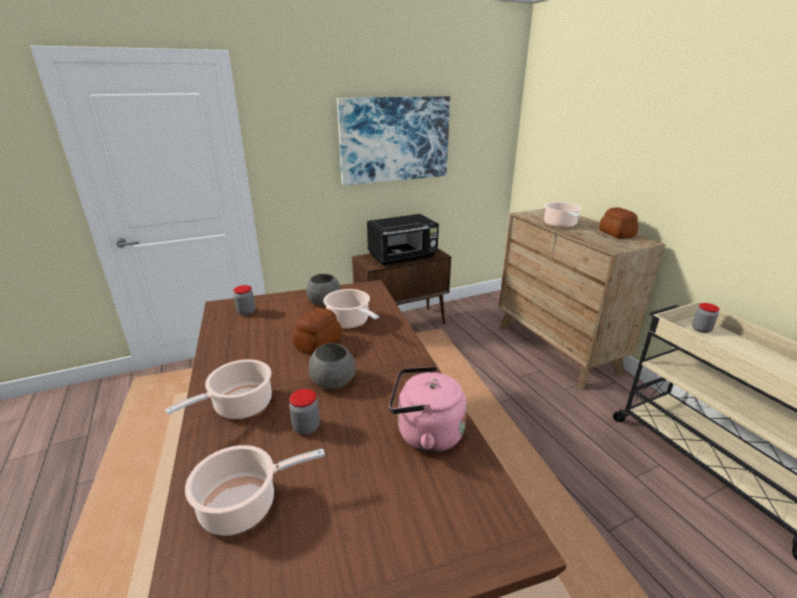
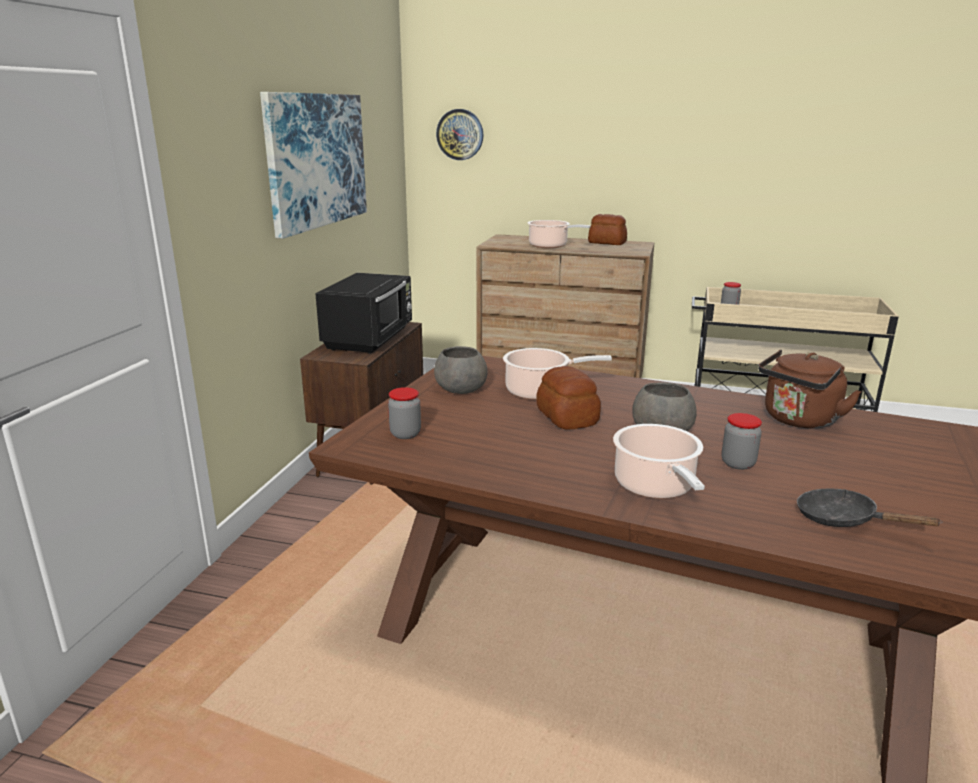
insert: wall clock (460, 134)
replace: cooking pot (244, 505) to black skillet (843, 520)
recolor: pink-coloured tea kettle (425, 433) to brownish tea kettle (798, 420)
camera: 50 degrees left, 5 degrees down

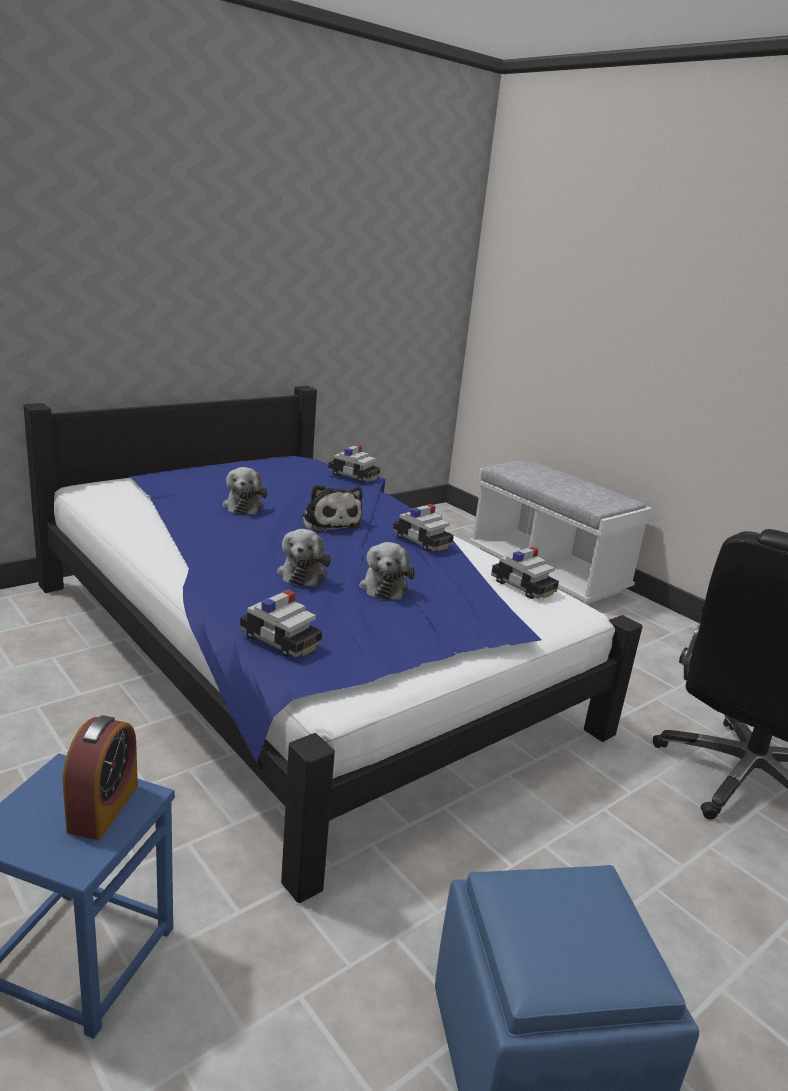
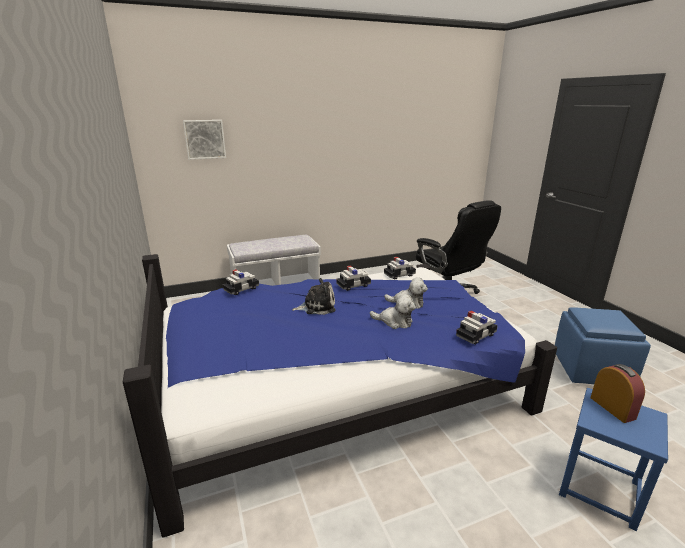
delete: plush toy (243, 506)
insert: wall picture (204, 139)
rotate: alarm clock (103, 808) = (612, 408) 45 degrees clockwise
camera: 70 degrees left, 0 degrees up

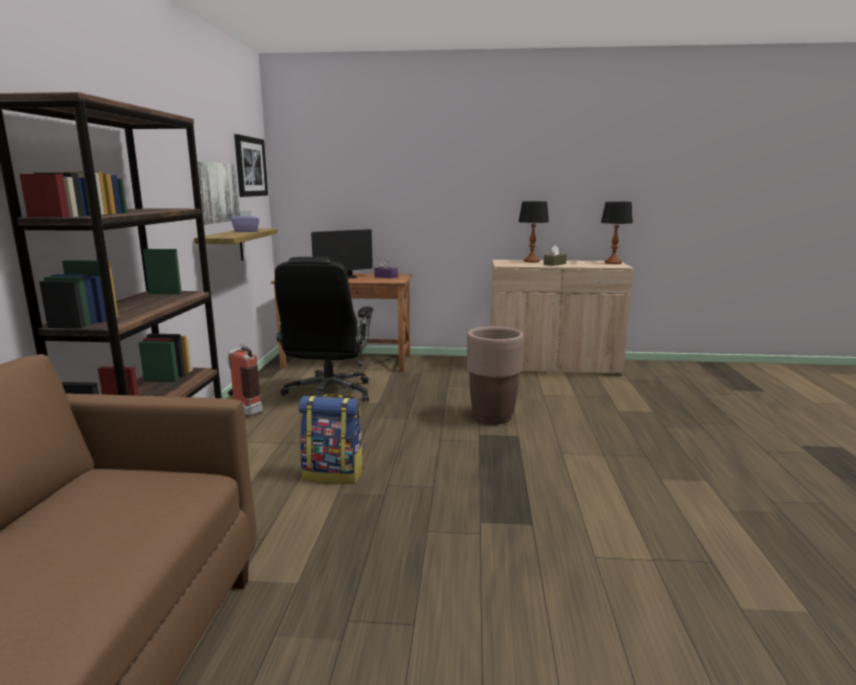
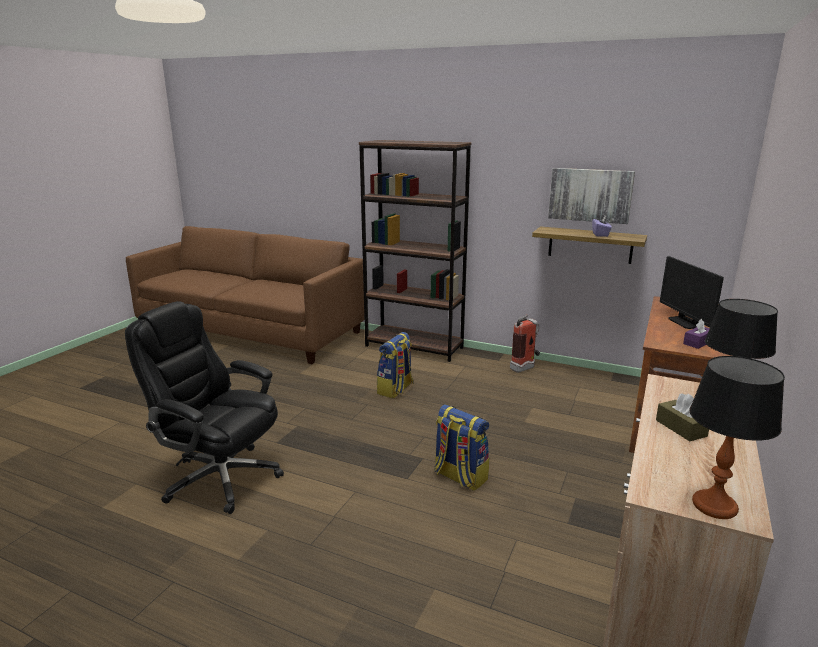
delete: wall picture (250, 167)
move: black computer chair (328, 394) to (220, 477)
replace: brownish planter (492, 417) to rucksack (459, 477)
camera: 110 degrees right, 5 degrees up

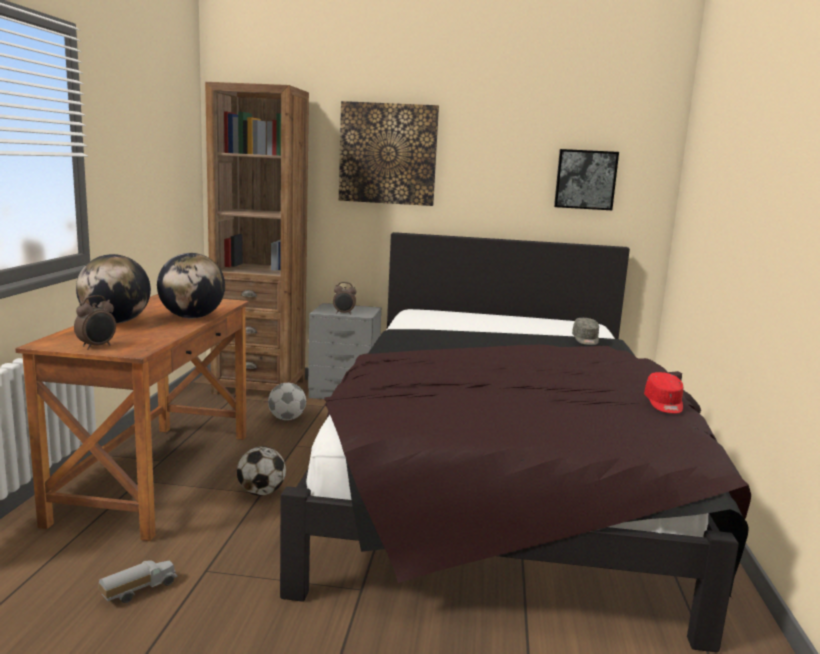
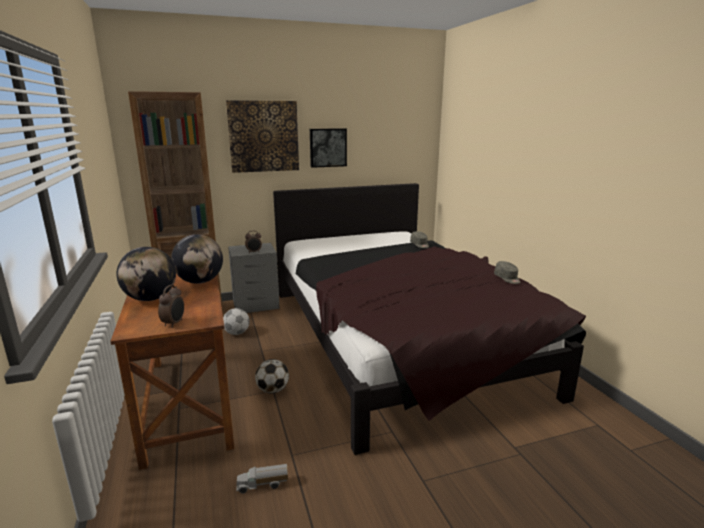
move: wall picture (585, 179) to (327, 147)
recolor: red peaked cap (664, 404) to gray peaked cap (507, 278)
rotate: toy truck (139, 590) = (262, 485) 120 degrees counterclockwise
camera: 25 degrees left, 5 degrees up

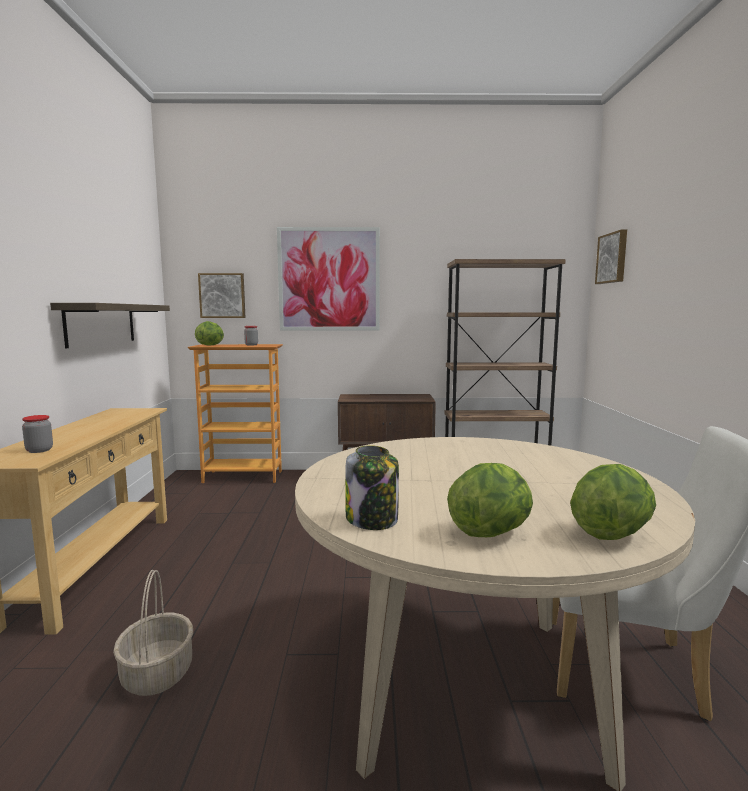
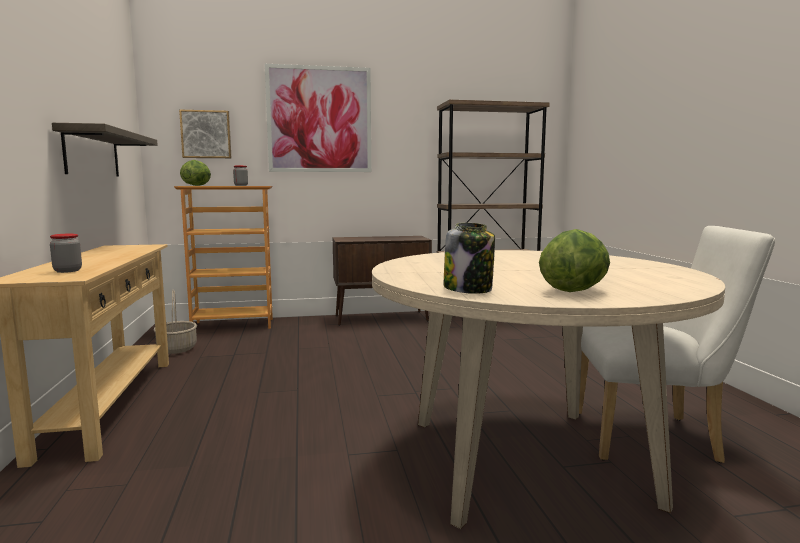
delete: lettuce head (611, 533); wall picture (613, 258)
move: basket (157, 673) to (176, 348)
camera: 10 degrees left, 0 degrees up

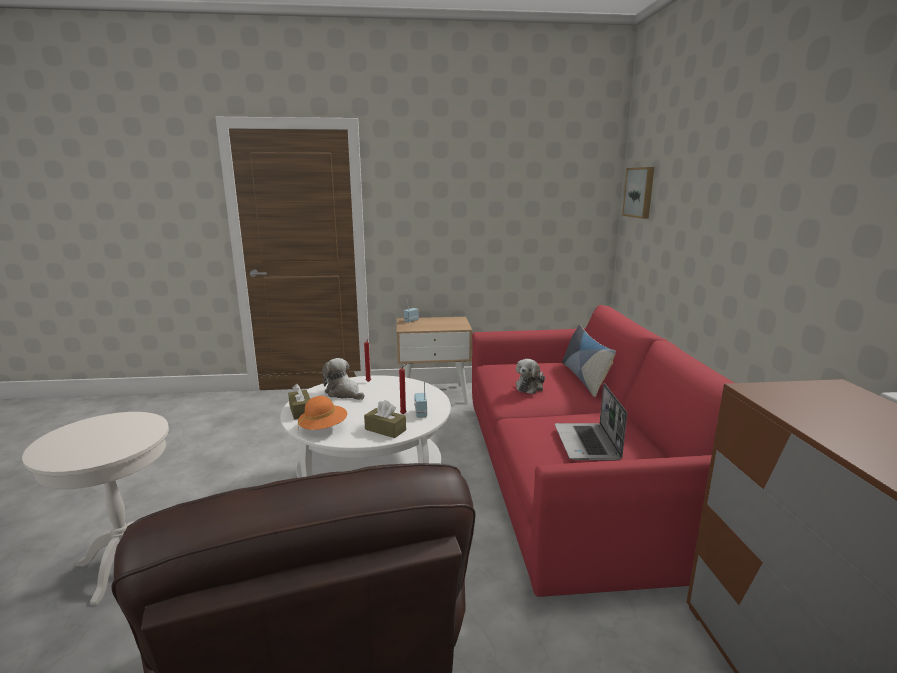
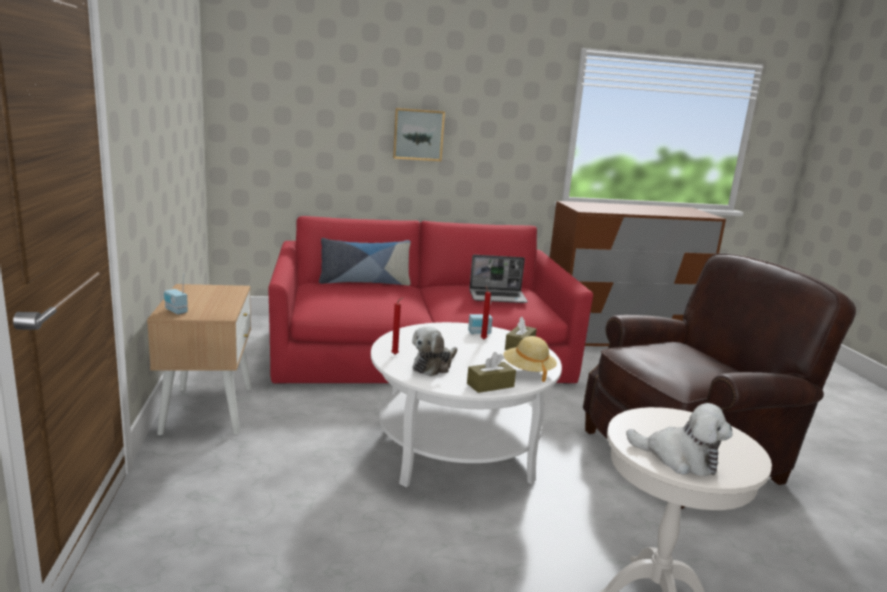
move: plush toy (530, 386) to (679, 459); wall picture (640, 192) to (418, 134)
recolor: orangey wearable hat (323, 428) to sand-coloured wearable hat (528, 371)
camera: 95 degrees left, 0 degrees up

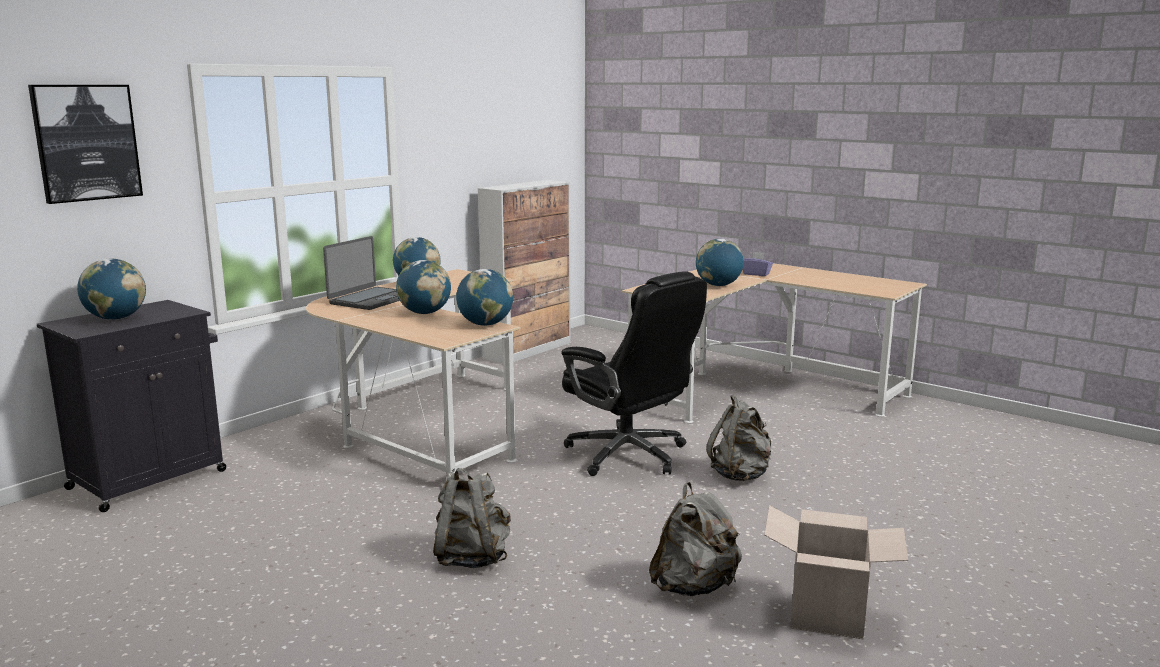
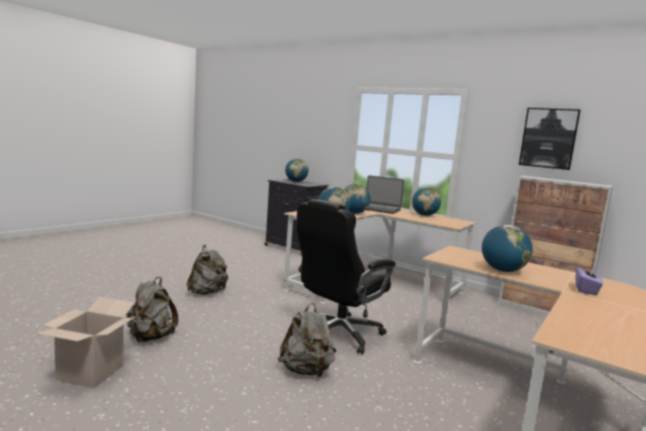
move: wall picture (86, 142) to (548, 138)
camera: 85 degrees right, 5 degrees down

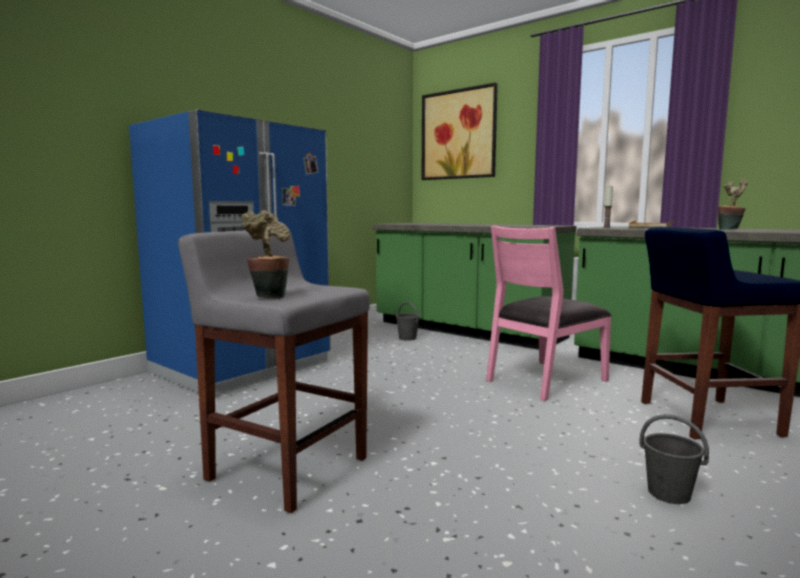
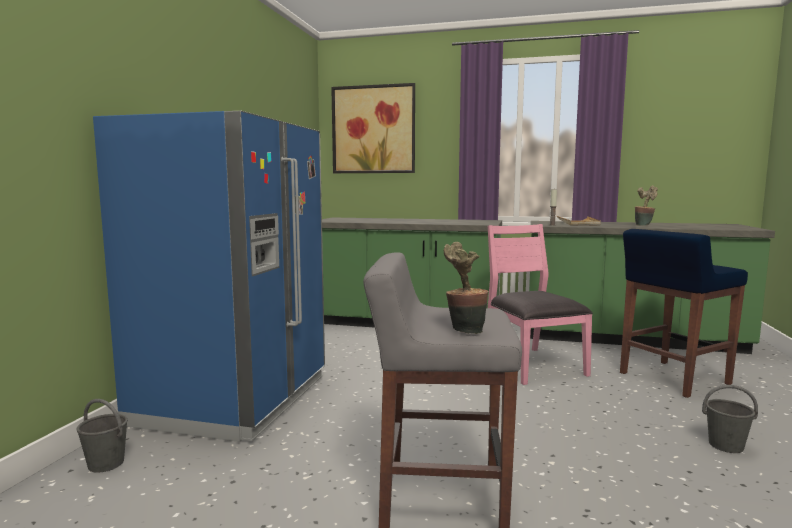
move: gray water bucket (407, 338) to (106, 464)
rotate: pink-coloured upright chair (544, 380) = (531, 364) 135 degrees clockwise
camera: 25 degrees left, 0 degrees up

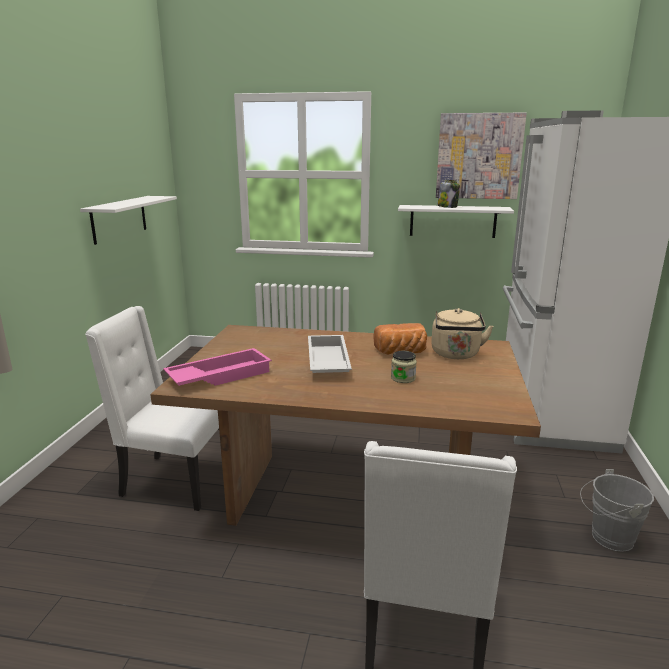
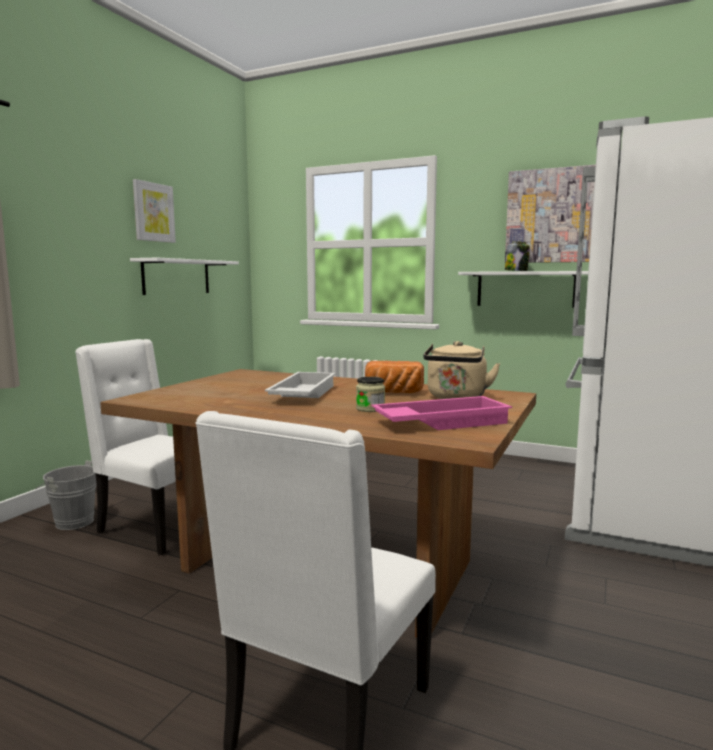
insert: wall picture (153, 212)
move: pink-coloured carrying tray (219, 375) to (441, 422); gray water bucket (607, 537) to (71, 522)
camera: 15 degrees right, 10 degrees down

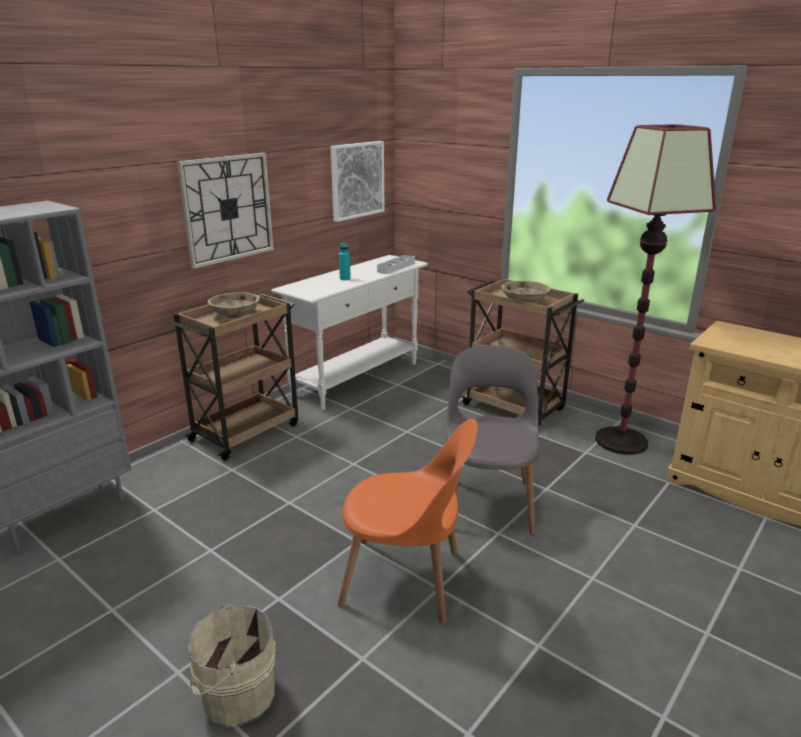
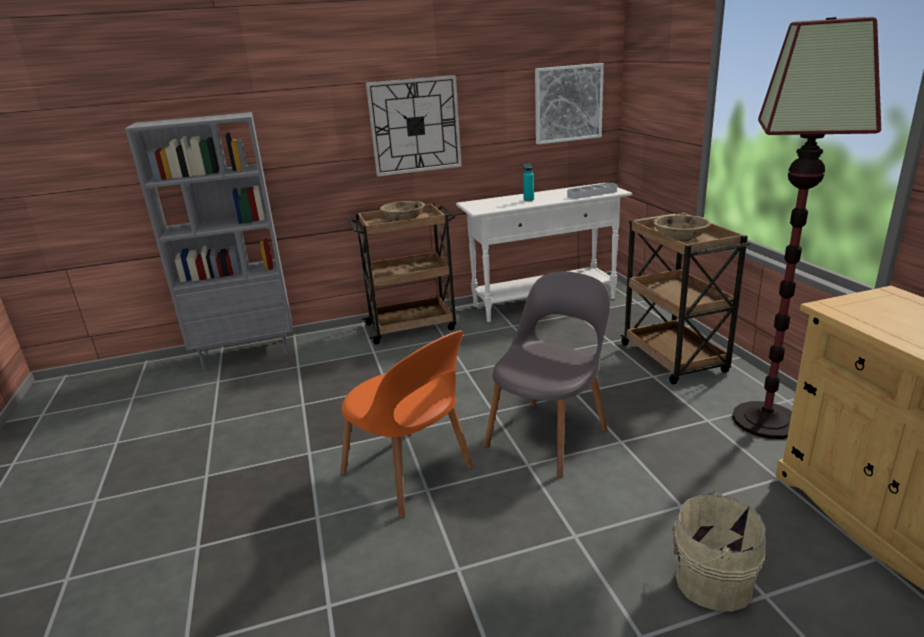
move: sand-coloured water bucket (235, 693) to (709, 580)
camera: 35 degrees right, 0 degrees up

